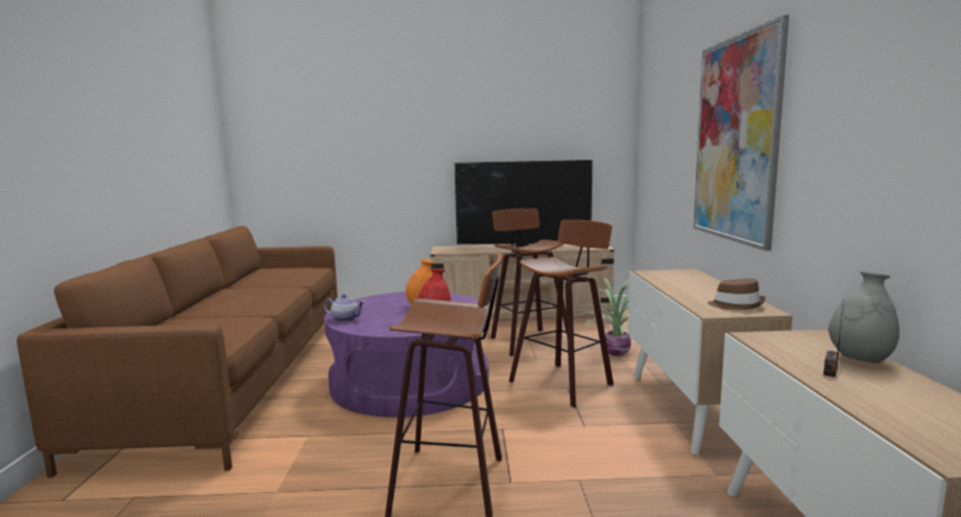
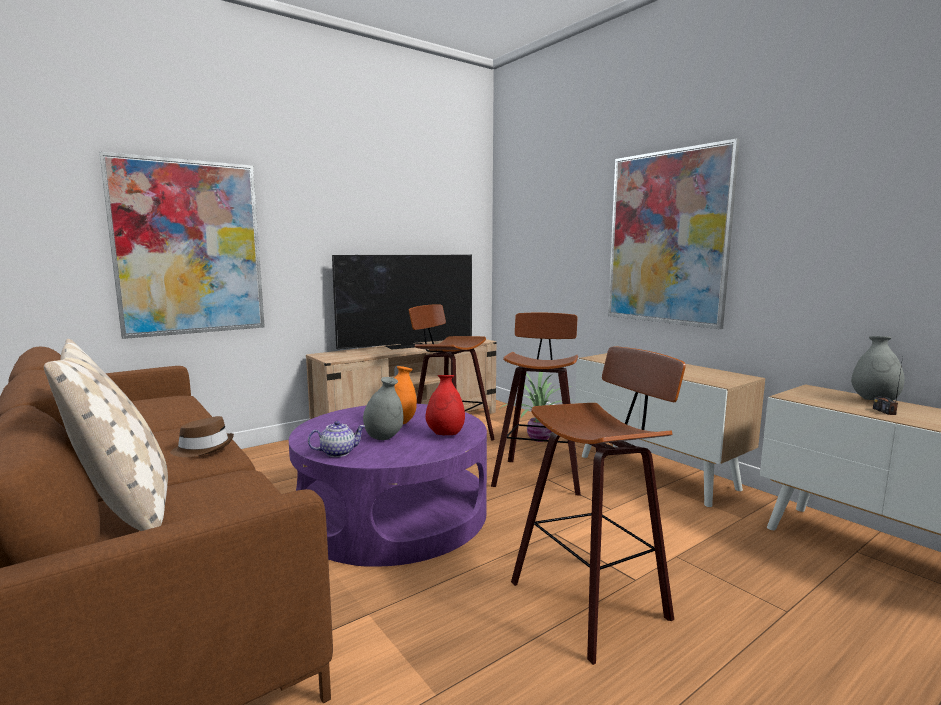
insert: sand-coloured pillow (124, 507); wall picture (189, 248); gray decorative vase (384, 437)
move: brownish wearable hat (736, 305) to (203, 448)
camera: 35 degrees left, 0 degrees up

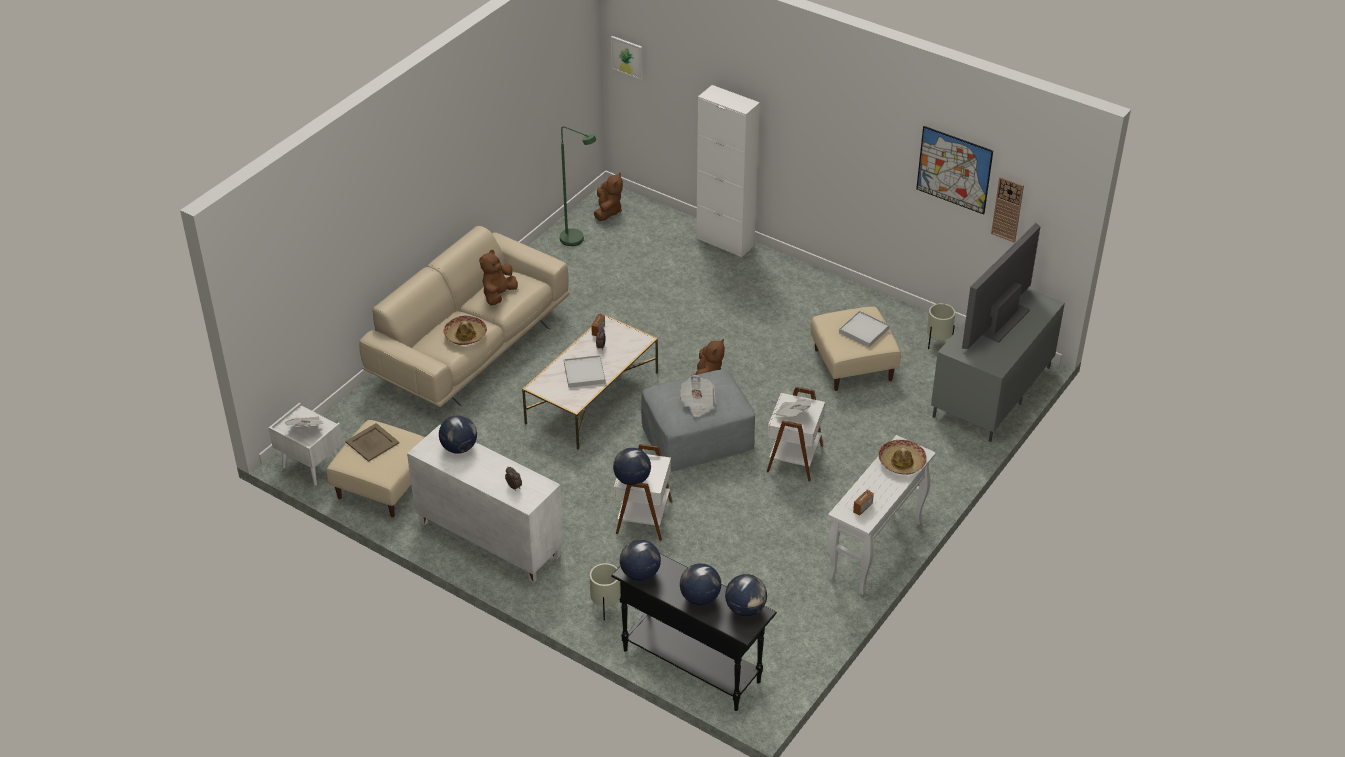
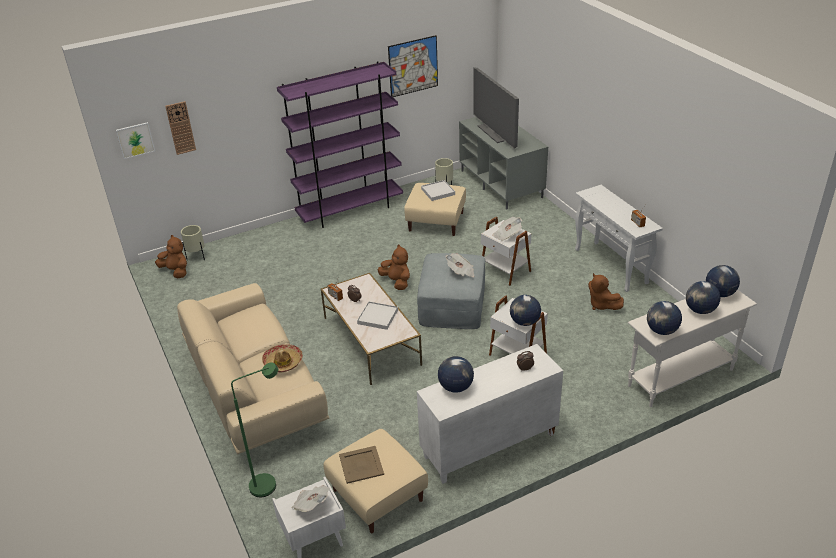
delete: white-coloured storage cabinet (725, 242); wearable hat (901, 462)
insert: purple shelving unit (350, 210)
move: brownish plush toy (498, 295) to (601, 305); greenish standing lamp (577, 241) to (270, 483); sand-coloured planter (605, 608) to (196, 257); wall clock (1007, 209) to (180, 128)
recolor: black narrow table (691, 665) to white-coloured narrow table (680, 377)
camera: 60 degrees left, 5 degrees down

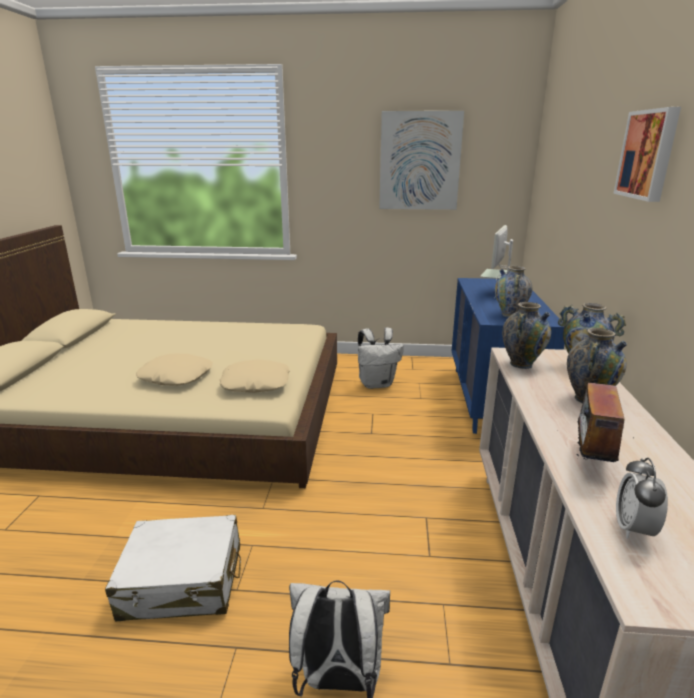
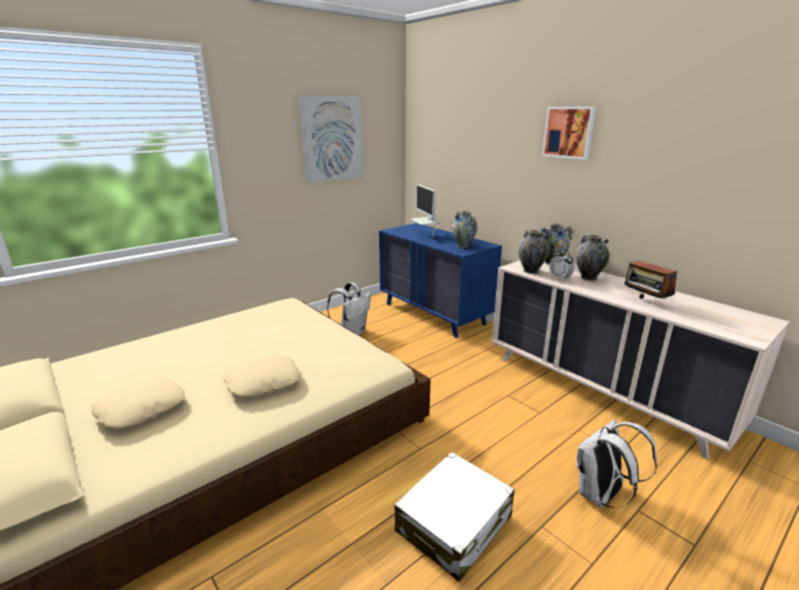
move: sand-coloured pillow (256, 383) to (141, 408); alarm clock (633, 529) to (559, 279)
camera: 45 degrees left, 0 degrees up

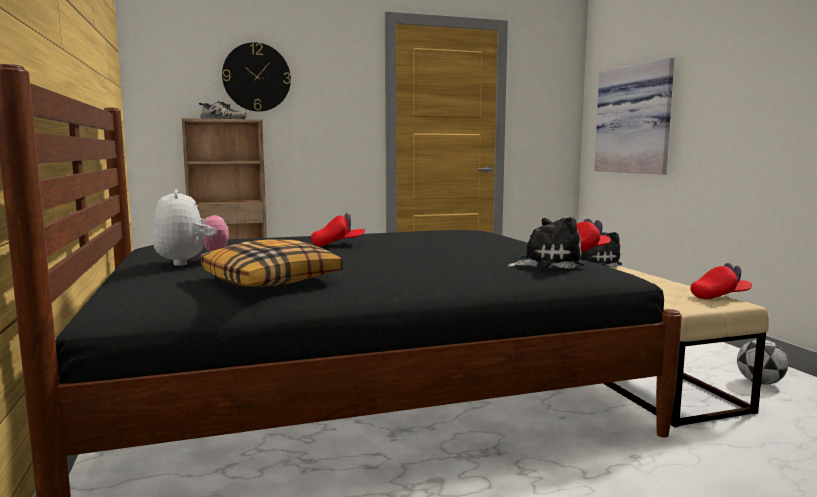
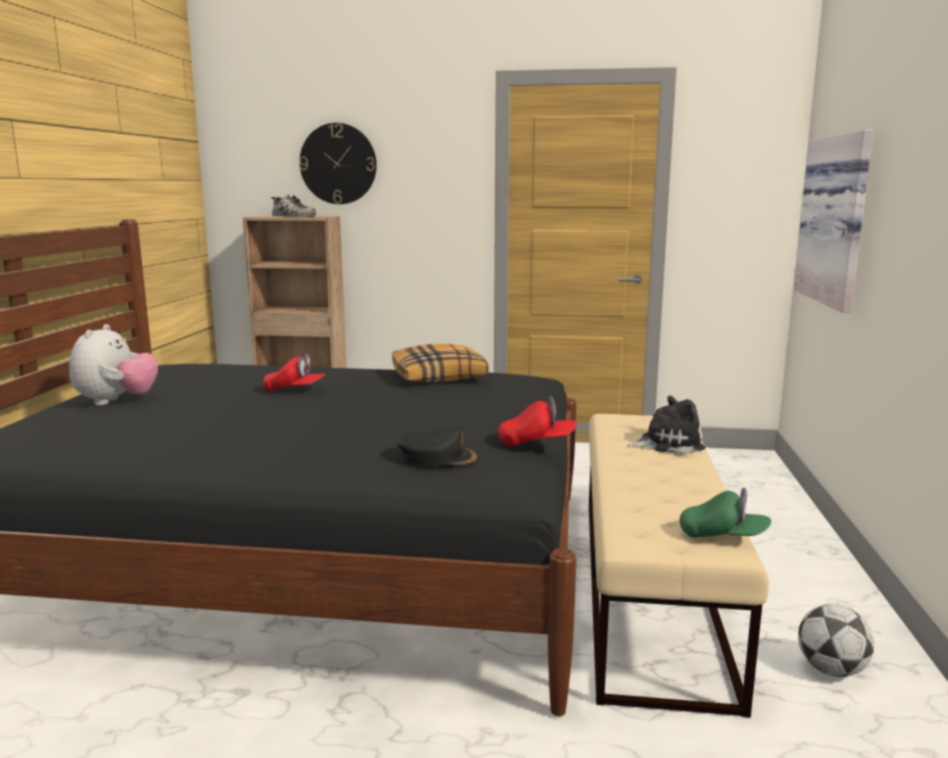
move: pillow (272, 280) to (439, 376)
replace: plush toy (546, 263) to black peaked cap (438, 457)
recolor: red peaked cap (719, 297) to greenish peaked cap (723, 536)
camera: 25 degrees right, 5 degrees up

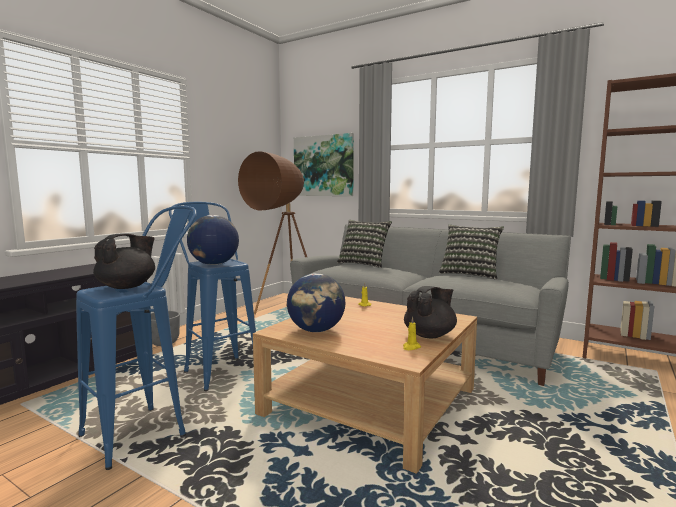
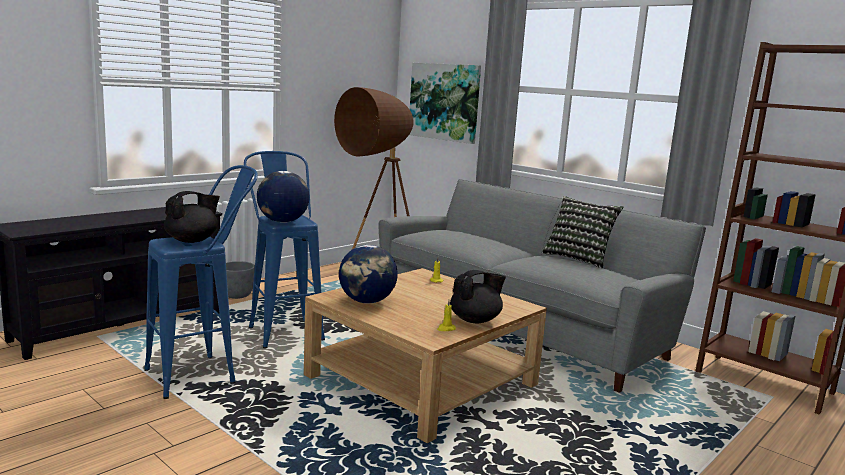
delete: pillow (364, 263)
camera: 10 degrees right, 5 degrees up

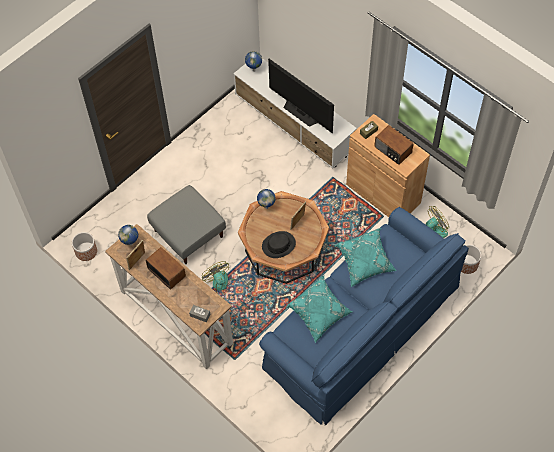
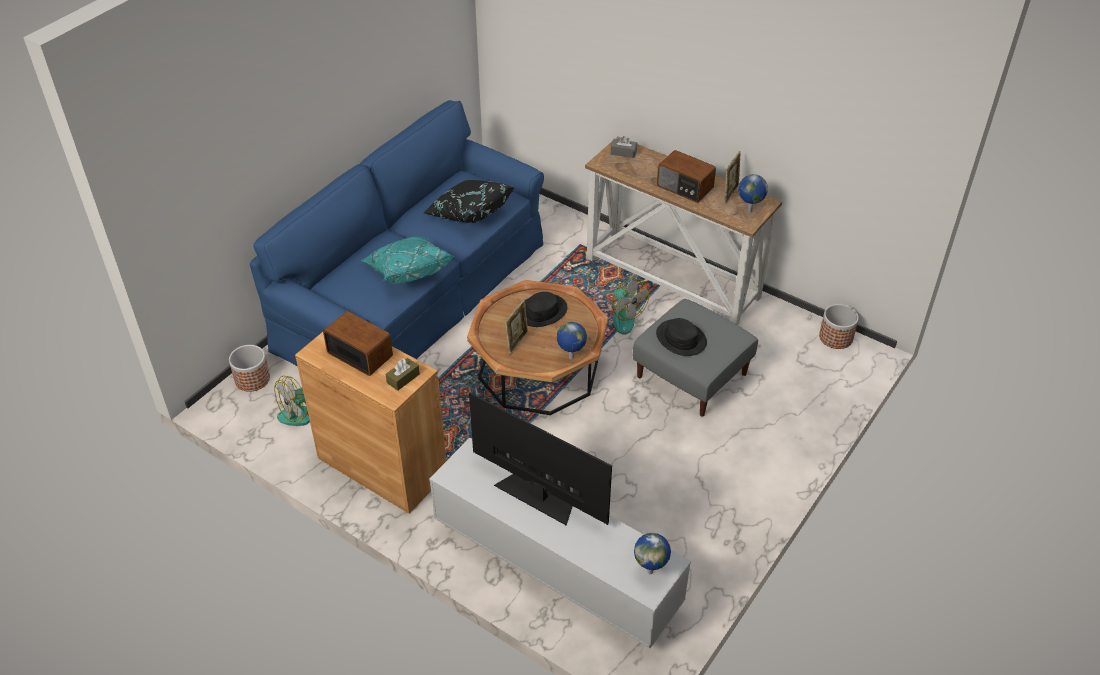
insert: black wearable hat (681, 338)
recolor: blue-green pillow (319, 314) to black pillow (469, 213)
camera: 170 degrees right, 15 degrees down

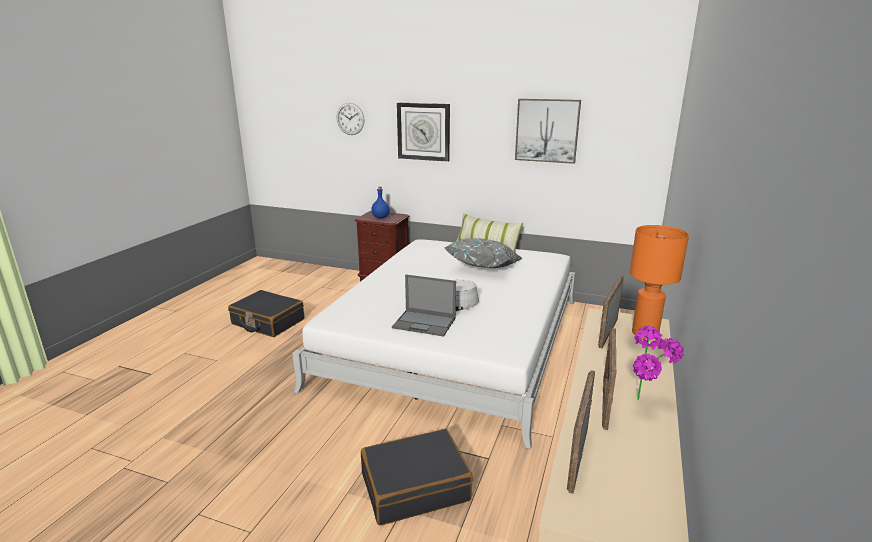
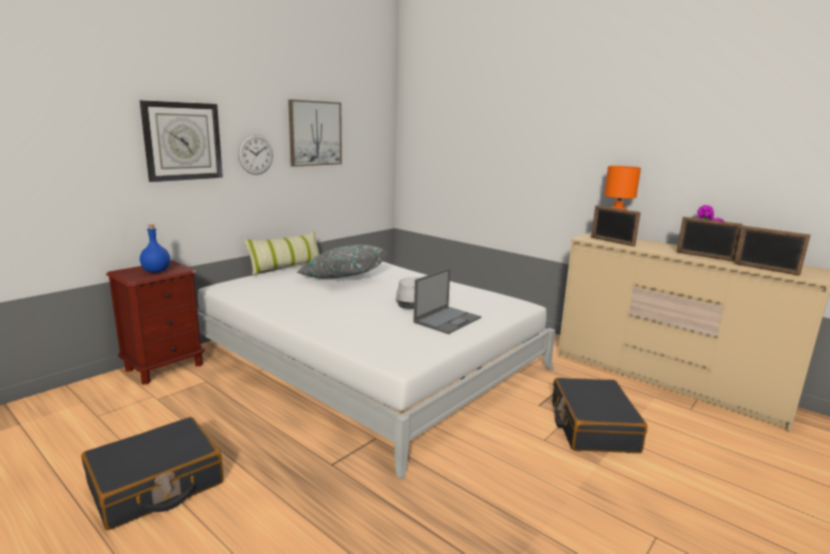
move: wall clock (350, 119) to (255, 154)
camera: 70 degrees left, 5 degrees down

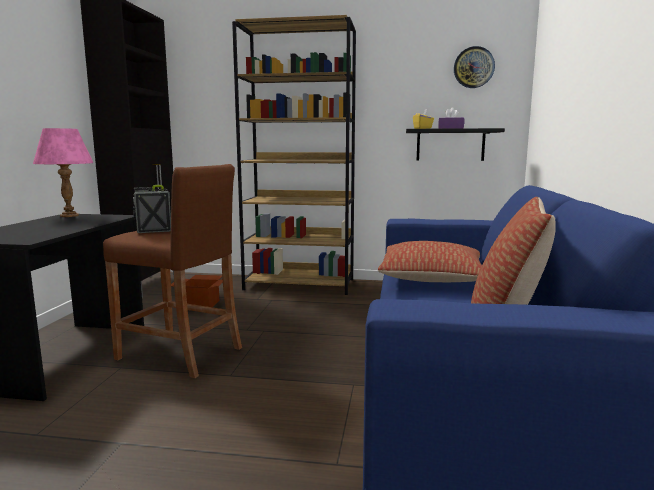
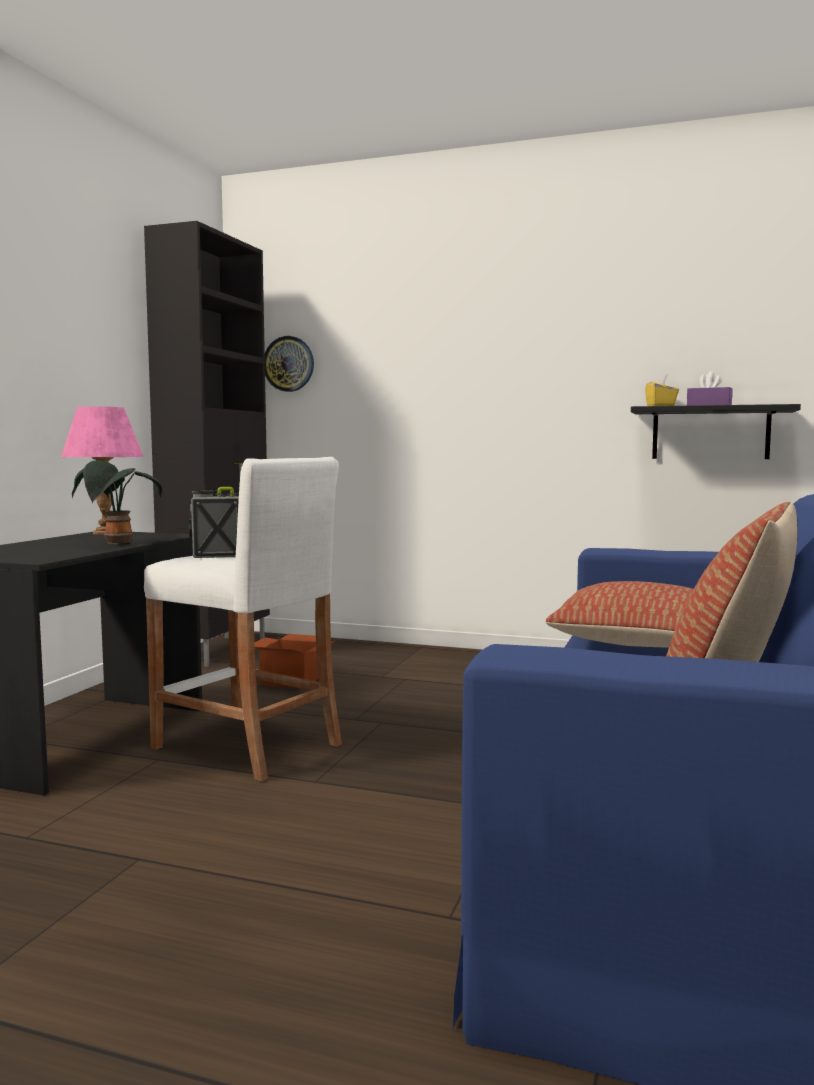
delete: brownish shelving unit (300, 284)
insert: houseplant (118, 543)
move: wall clock (473, 67) to (289, 364)
recolor: brownish stool (179, 353) to white-coloured stool (247, 746)
camera: 10 degrees right, 5 degrees down

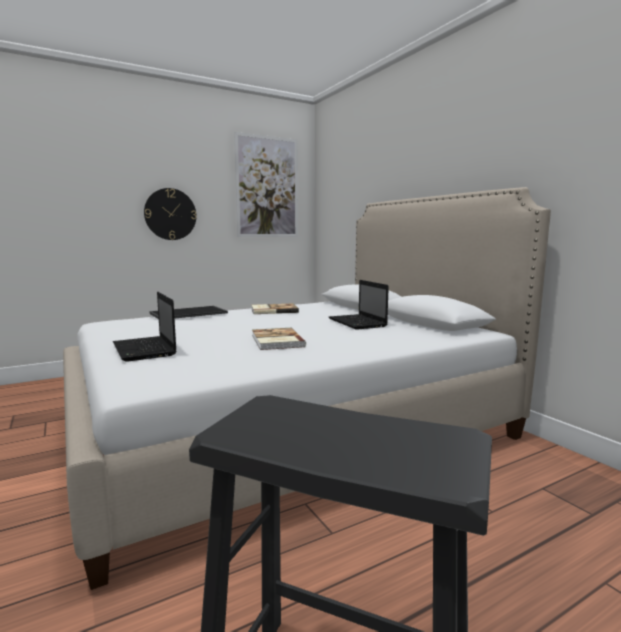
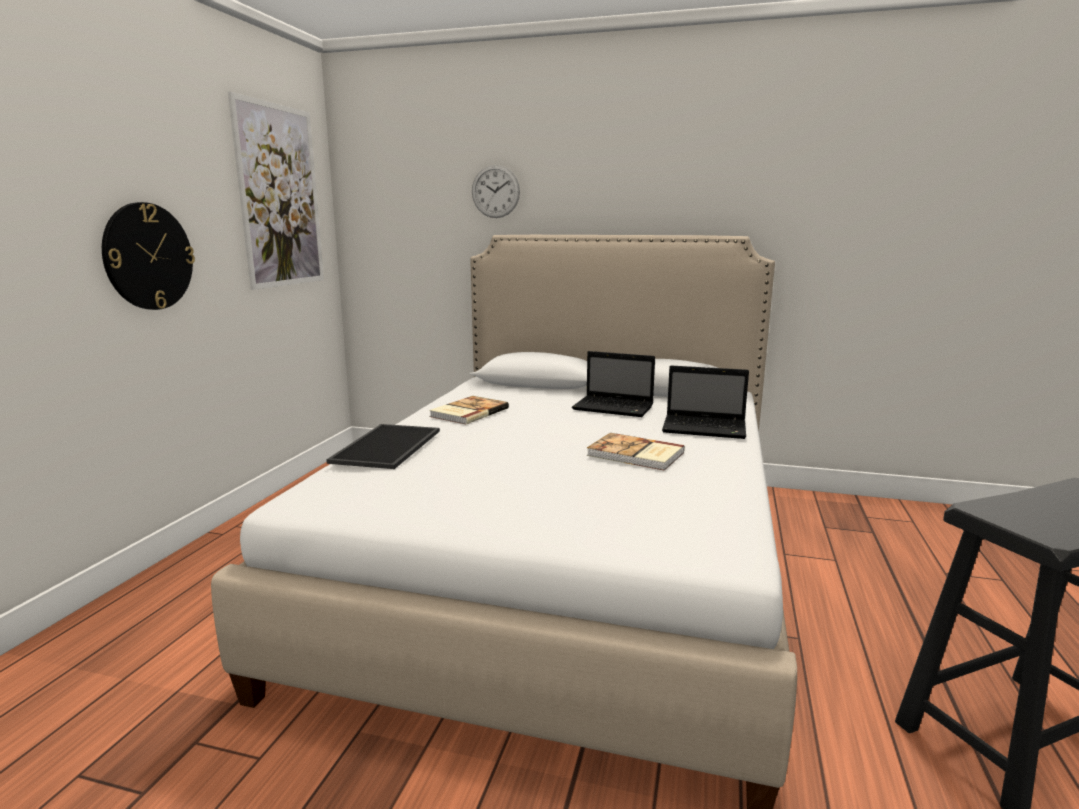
insert: wall clock (495, 191)
move: laptop (145, 350) to (706, 428)
camera: 45 degrees left, 5 degrees up

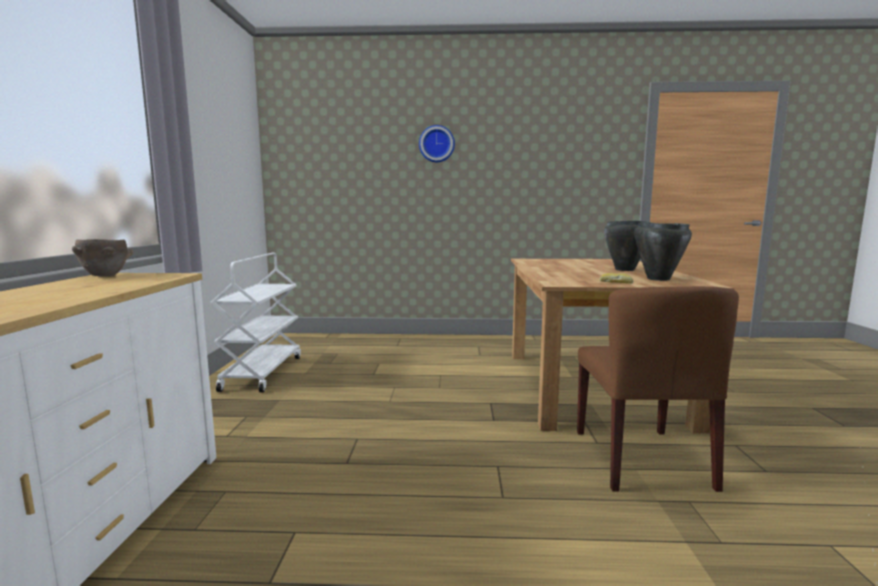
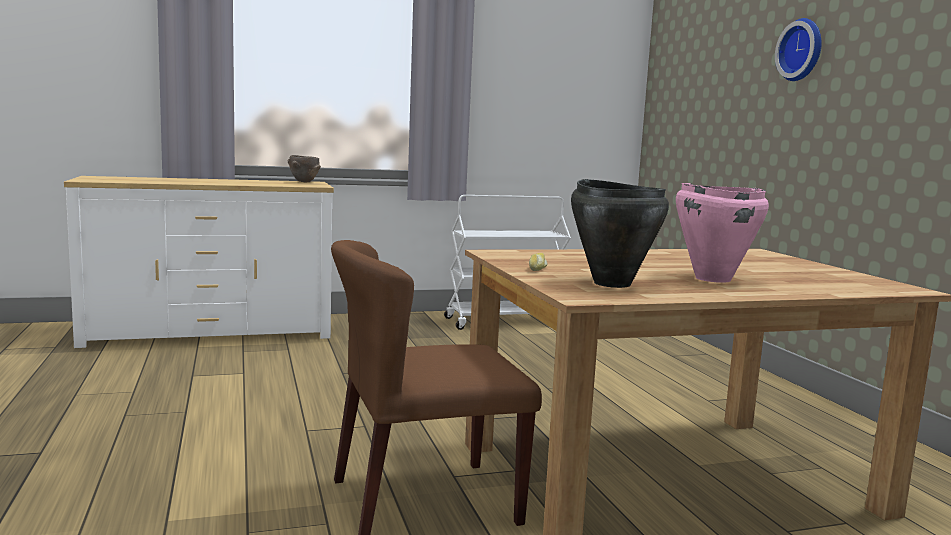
recolor: black cooking pot (624, 270) to pink-coloured cooking pot (712, 279)
camera: 70 degrees right, 0 degrees up

